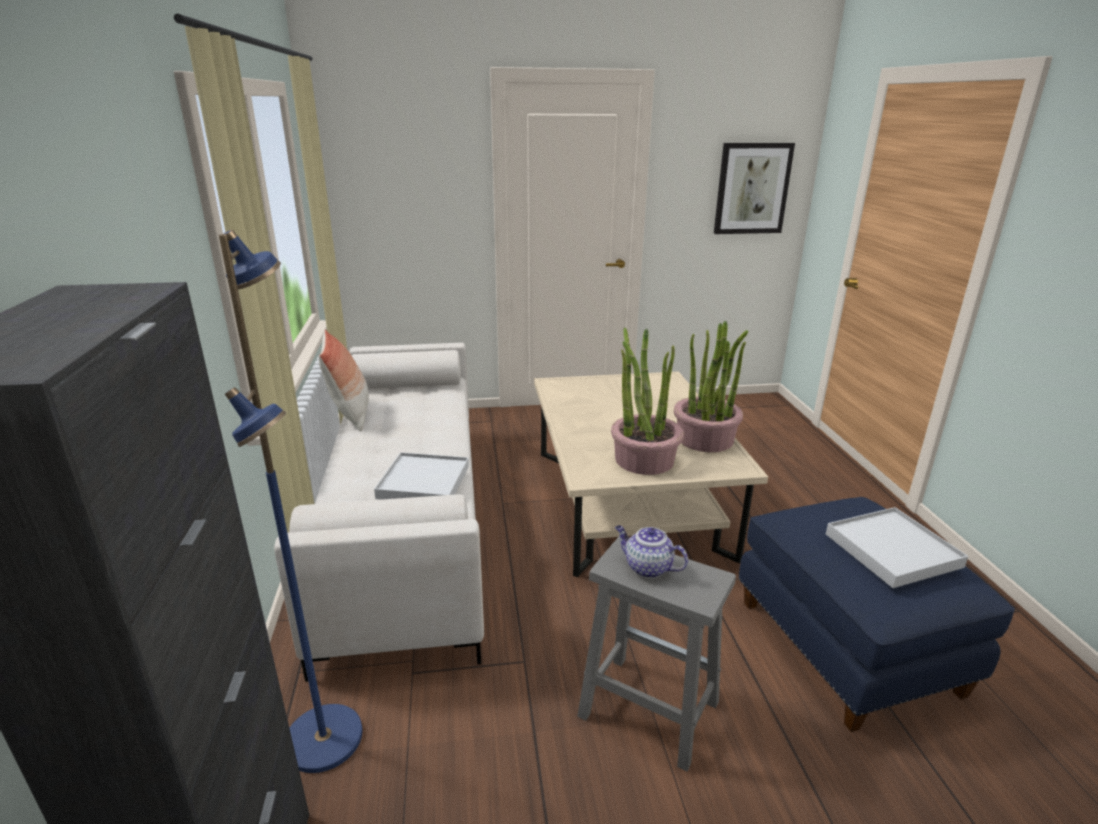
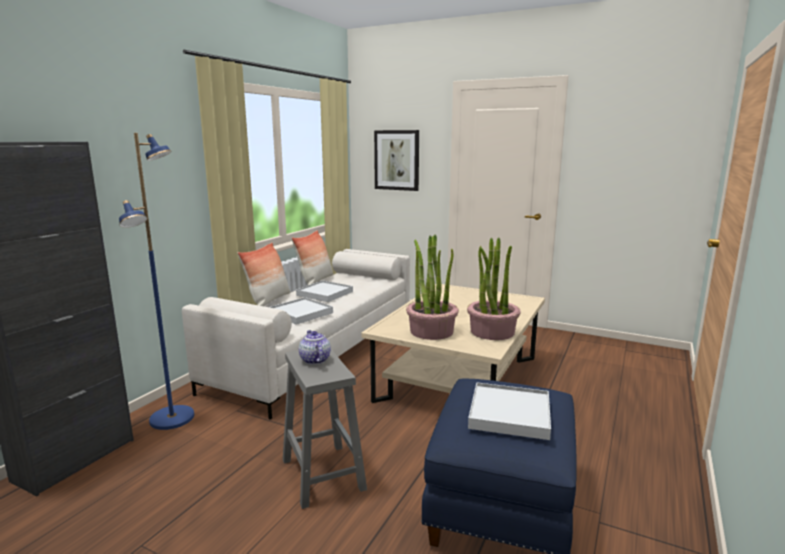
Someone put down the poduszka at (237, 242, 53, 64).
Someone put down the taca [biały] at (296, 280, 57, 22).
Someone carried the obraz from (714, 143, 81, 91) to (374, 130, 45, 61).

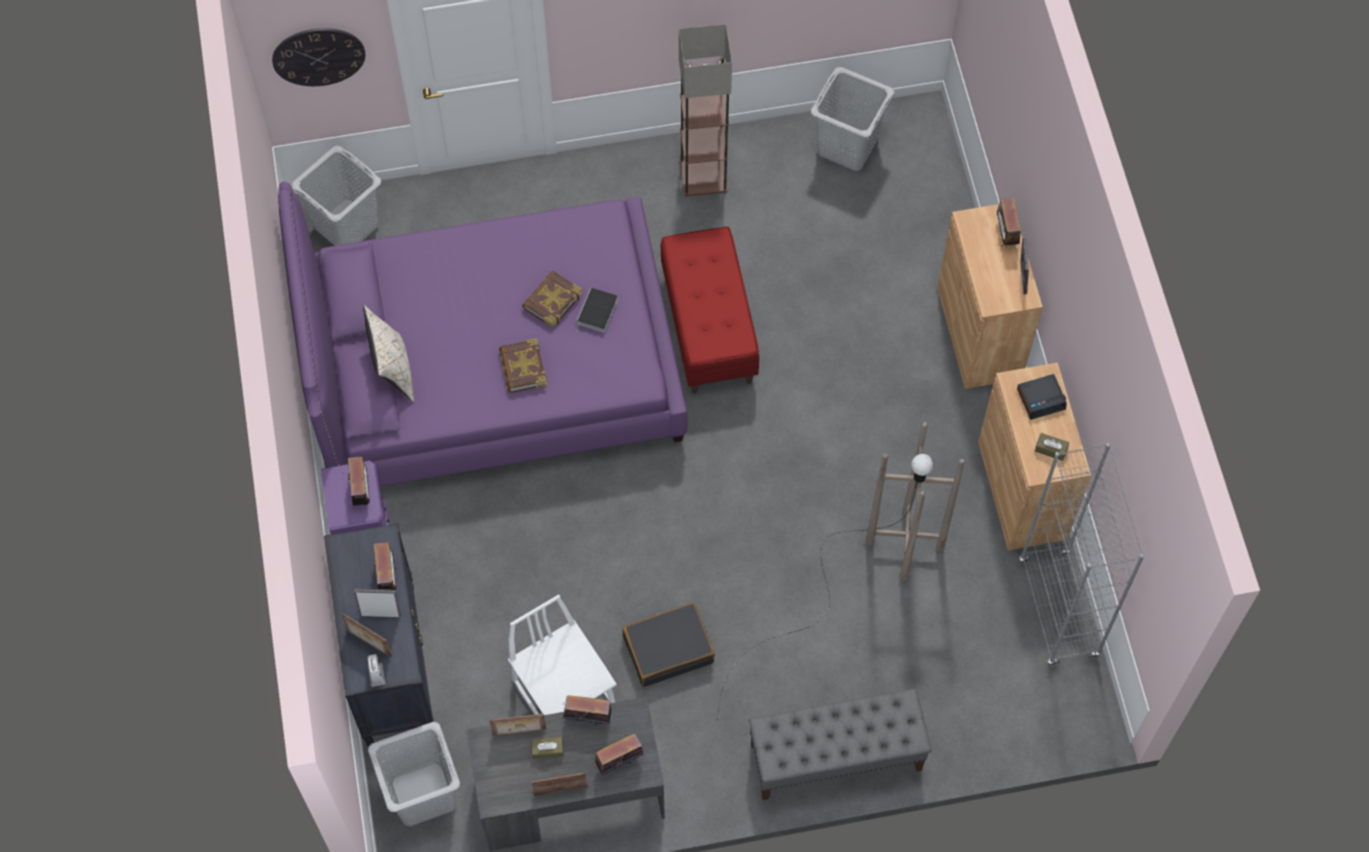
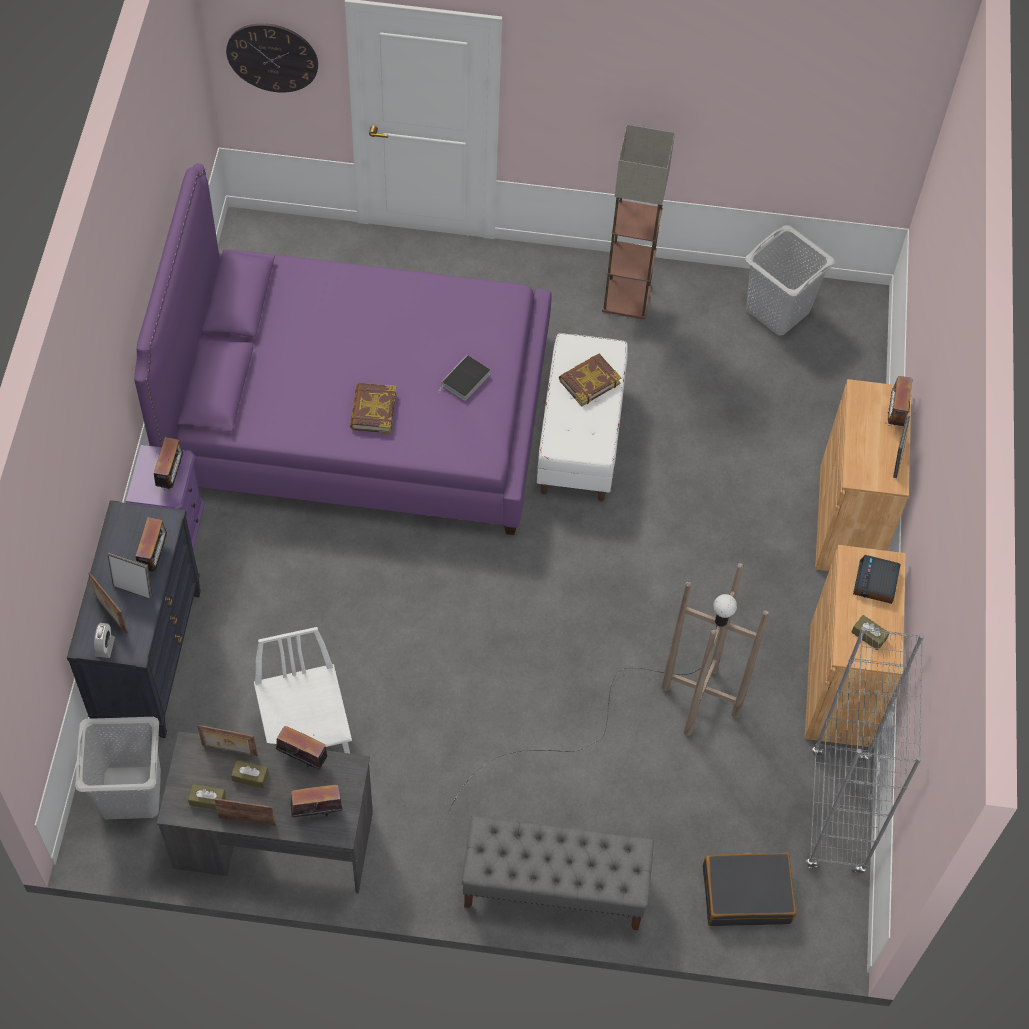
Someone took away the kosz na pranie [szary] at (291, 146, 90, 100).
Someone took away the poduszka [beżowy] at (363, 305, 51, 97).
Someone put down the pudełko chusteczek [brązowy] at (188, 784, 38, 26).
Someone carried the książka from (522, 271, 60, 57) to (559, 354, 63, 53).
Someone carried the walizka [czarny] from (623, 603, 92, 84) to (703, 853, 93, 73).
Someone repainted the ławka [czerwony] at (660, 227, 99, 166), which became the ławka [biały] at (537, 333, 91, 169).
Someone rotated the budzik at (1017, 374, 50, 46) by 105 degrees clockwise.

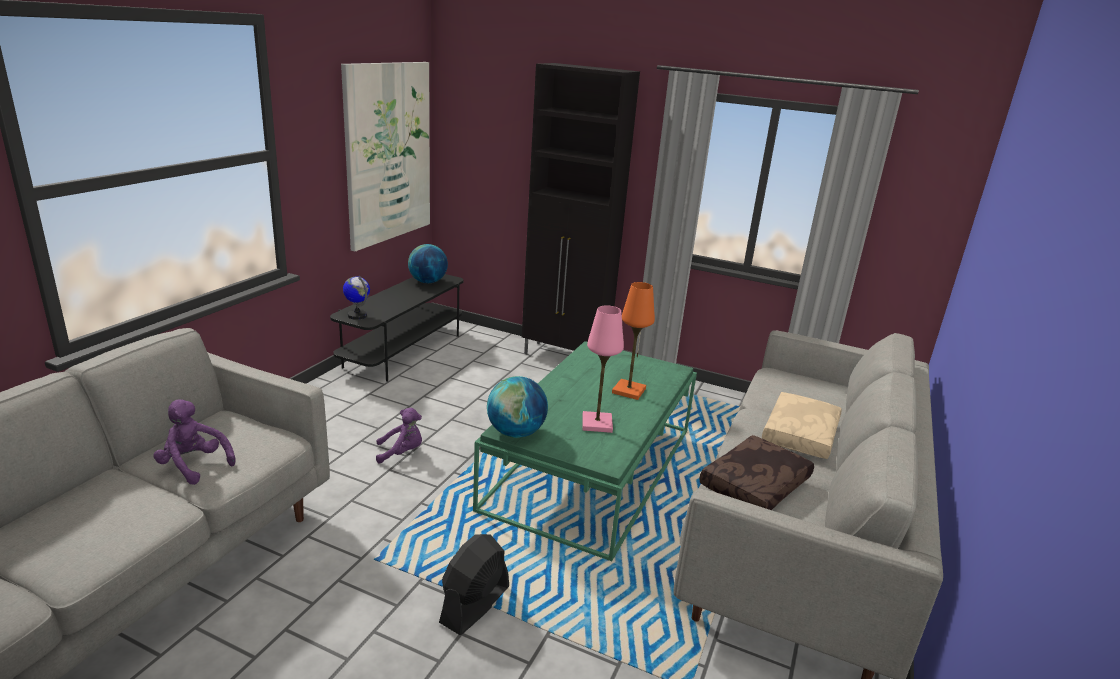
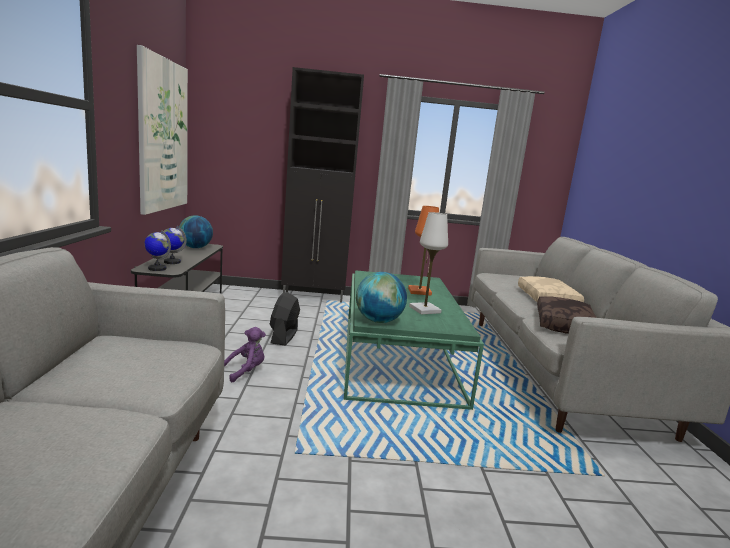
Someone took away the pluszak [fioletowy] at (153, 399, 83, 86).
Someone put down the globus at (164, 226, 23, 38).
Someone carried the wentylator [czarny] from (439, 534, 70, 101) to (270, 292, 30, 54).
Someone repainted the lampa stołowa [różowy] at (582, 305, 42, 128), which became the lampa stołowa [biały] at (409, 212, 39, 102).

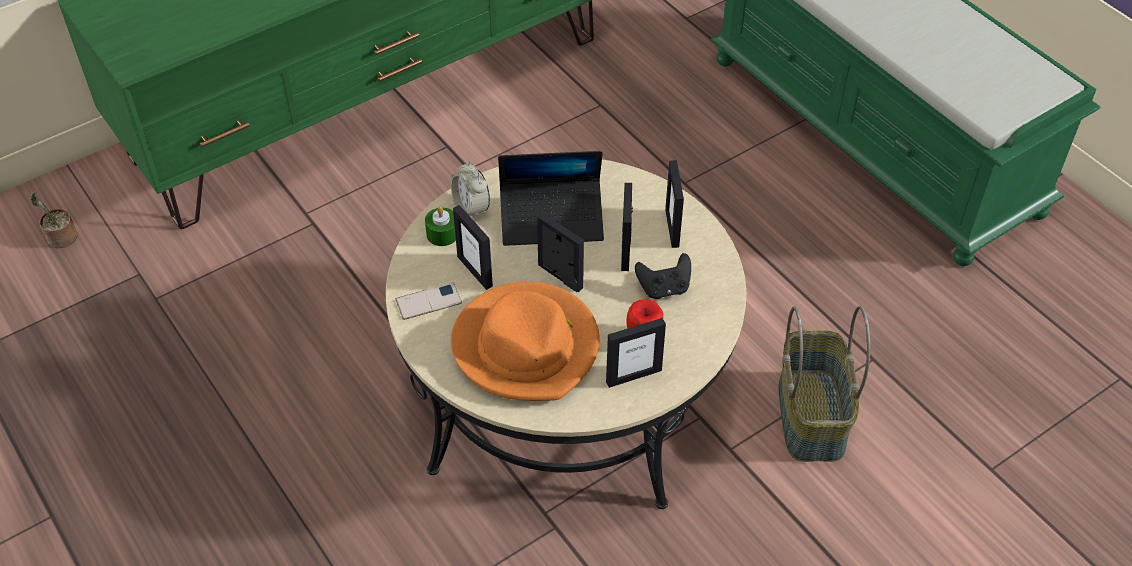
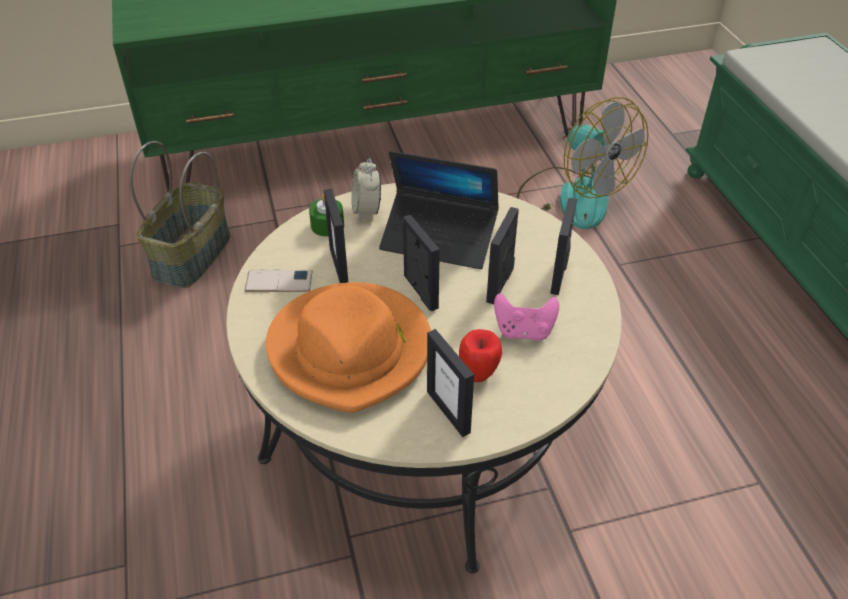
Someone took away the roślina doniczkowa at (30, 192, 48, 56).
Someone put down the wentylator at (516, 97, 132, 132).
Someone carried the koszyk from (778, 306, 92, 156) to (130, 141, 100, 147).
Someone repainted the pad do gier [czarny] at (635, 253, 56, 46), which became the pad do gier [różowy] at (494, 293, 65, 48).
Someone rotated the ramka na zdjęcie at (606, 318, 60, 70) by 60 degrees clockwise.

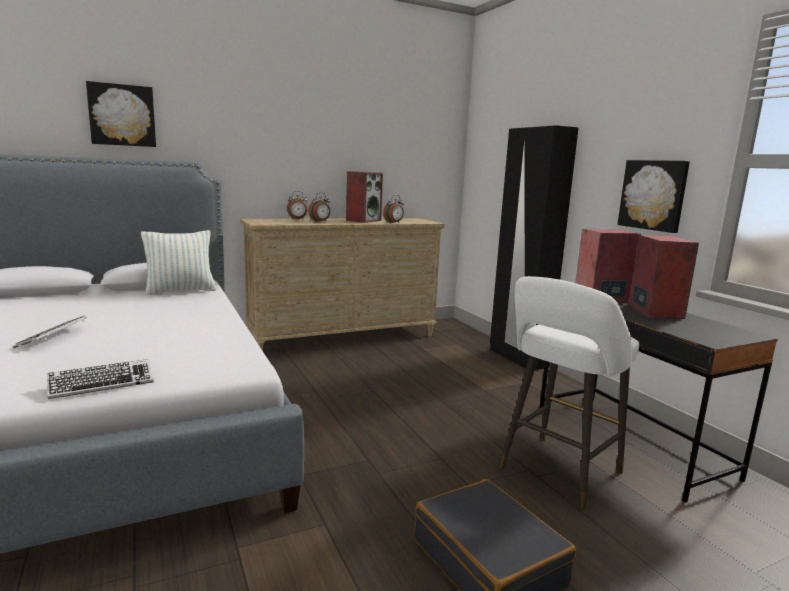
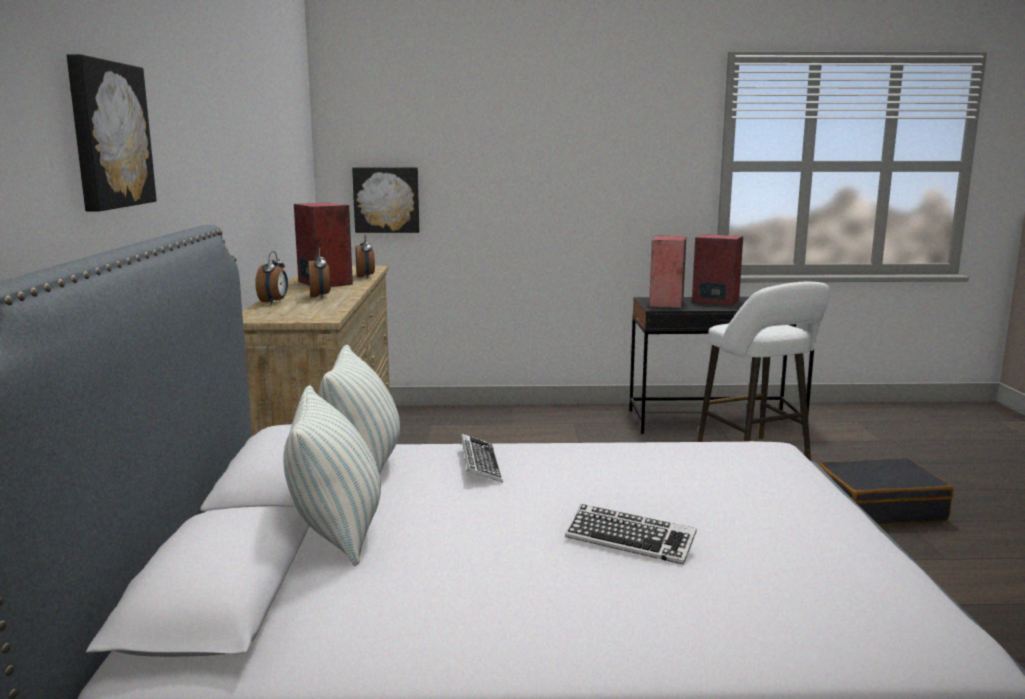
Someone took away the szafa [czarny] at (490, 125, 89, 245).
Someone put down the poduszka at (283, 385, 98, 181).
Someone carried the klawiatura from (47, 359, 107, 40) to (460, 434, 43, 49).
Someone carried the obraz from (617, 160, 73, 73) to (352, 167, 67, 66).

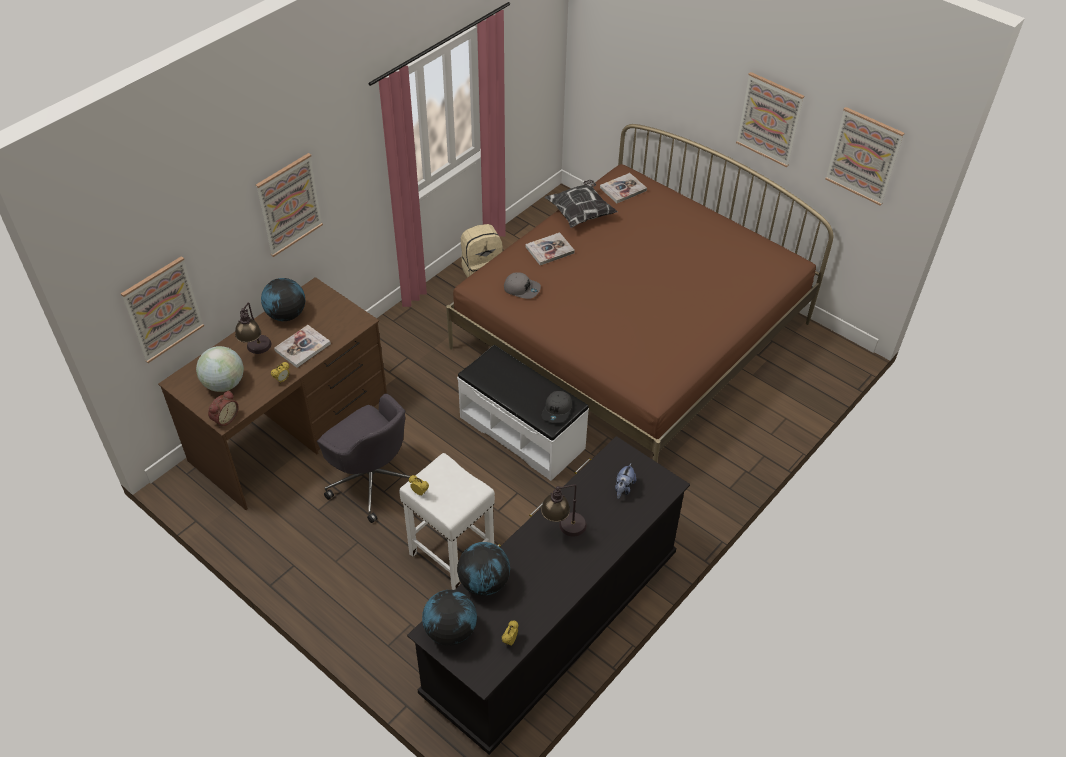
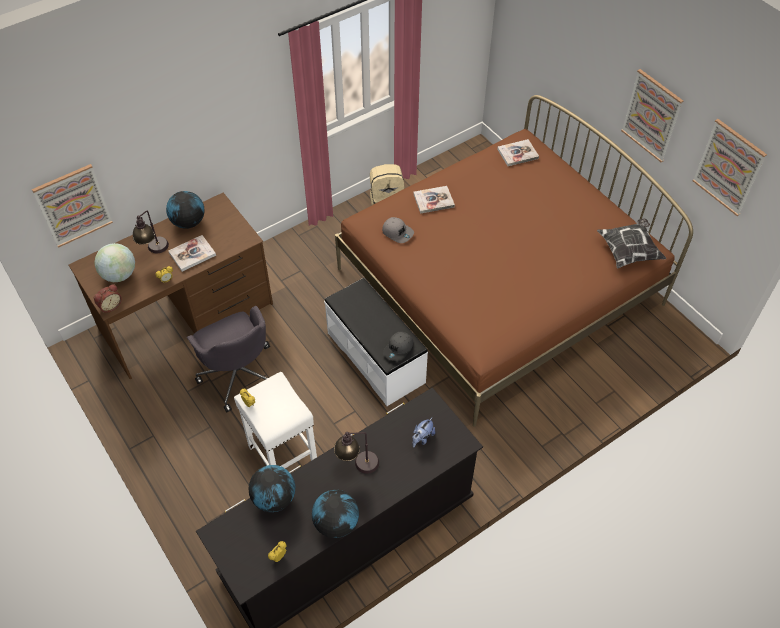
Someone took away the obraz at (256, 153, 67, 104).
Someone carried the globus from (422, 590, 55, 56) to (312, 490, 47, 48).
Someone carried the poduszka from (545, 180, 73, 48) to (597, 219, 69, 50).

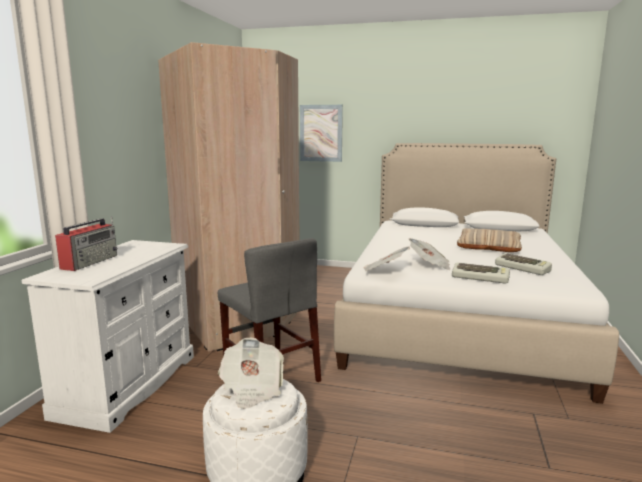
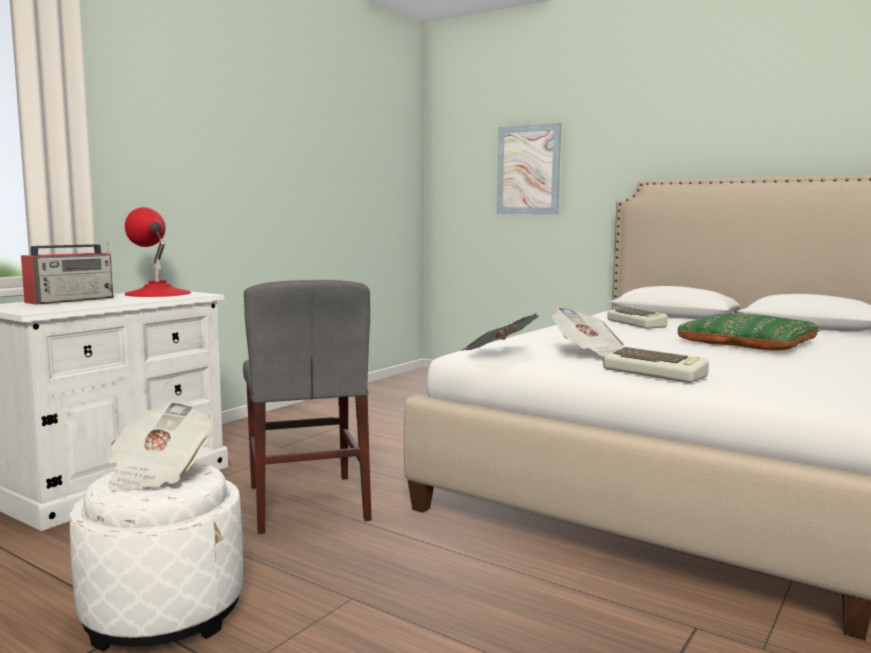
Someone took away the szafa [beżowy] at (158, 42, 141, 309).
Someone put down the lampa stołowa [czerwony] at (124, 207, 67, 90).
Someone carried the klawiatura from (495, 253, 57, 22) to (607, 307, 61, 22).
Someone repainted the poduszka [beżowy] at (457, 228, 65, 24), which became the poduszka [zielony] at (677, 313, 141, 37).

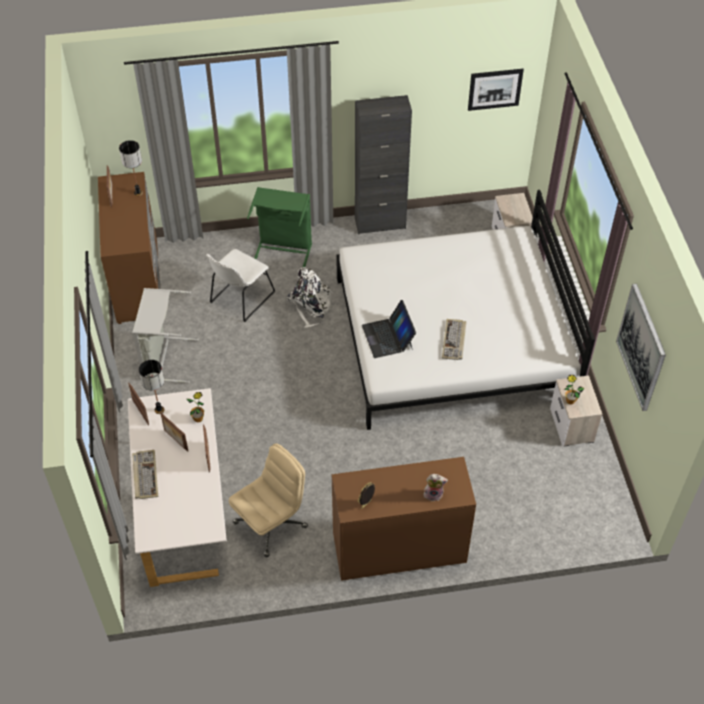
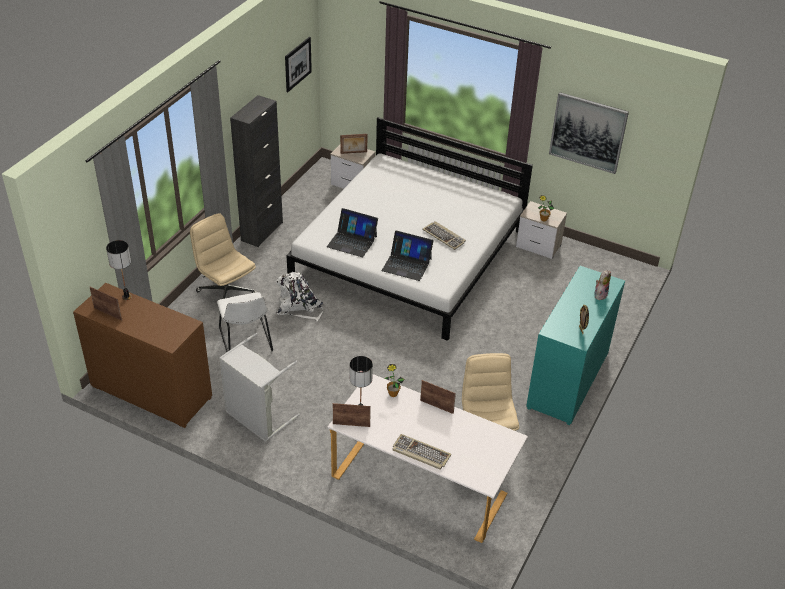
Someone put down the laptop at (327, 208, 51, 49).
Someone carried the ramka na zdjęcie from (160, 412, 28, 39) to (340, 134, 27, 20).
Someone swapped the kosz na pranie [zielony] at (247, 187, 65, 81) for the krzesło biurowe [beżowy] at (190, 213, 67, 99).
Someone repainted the komoda [brązowy] at (332, 457, 144, 124), which became the komoda [turkusowy] at (526, 266, 99, 159).

